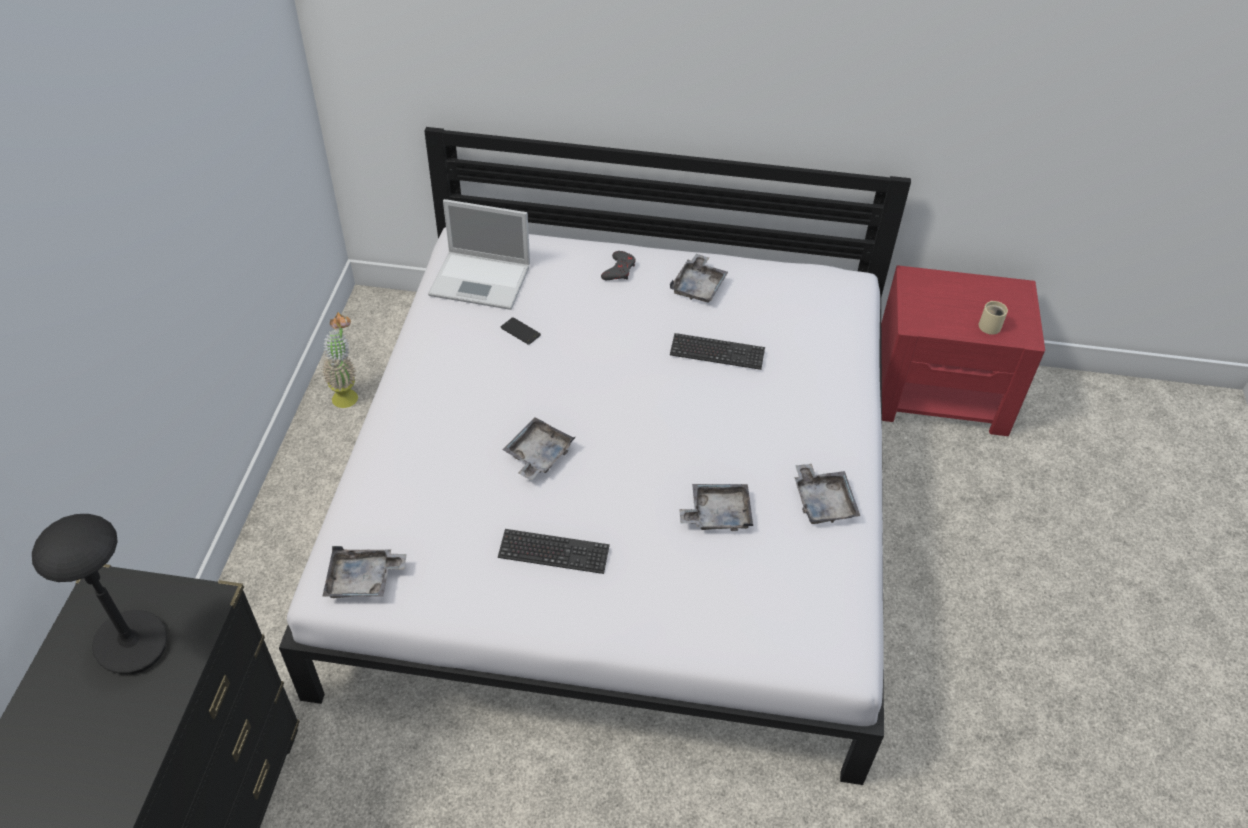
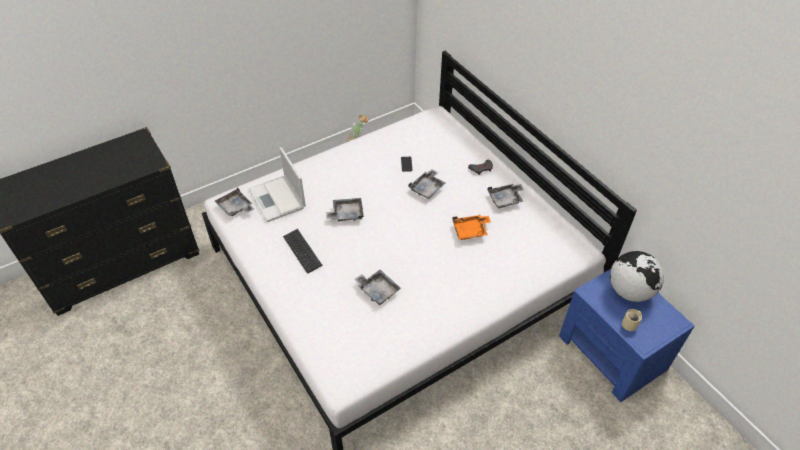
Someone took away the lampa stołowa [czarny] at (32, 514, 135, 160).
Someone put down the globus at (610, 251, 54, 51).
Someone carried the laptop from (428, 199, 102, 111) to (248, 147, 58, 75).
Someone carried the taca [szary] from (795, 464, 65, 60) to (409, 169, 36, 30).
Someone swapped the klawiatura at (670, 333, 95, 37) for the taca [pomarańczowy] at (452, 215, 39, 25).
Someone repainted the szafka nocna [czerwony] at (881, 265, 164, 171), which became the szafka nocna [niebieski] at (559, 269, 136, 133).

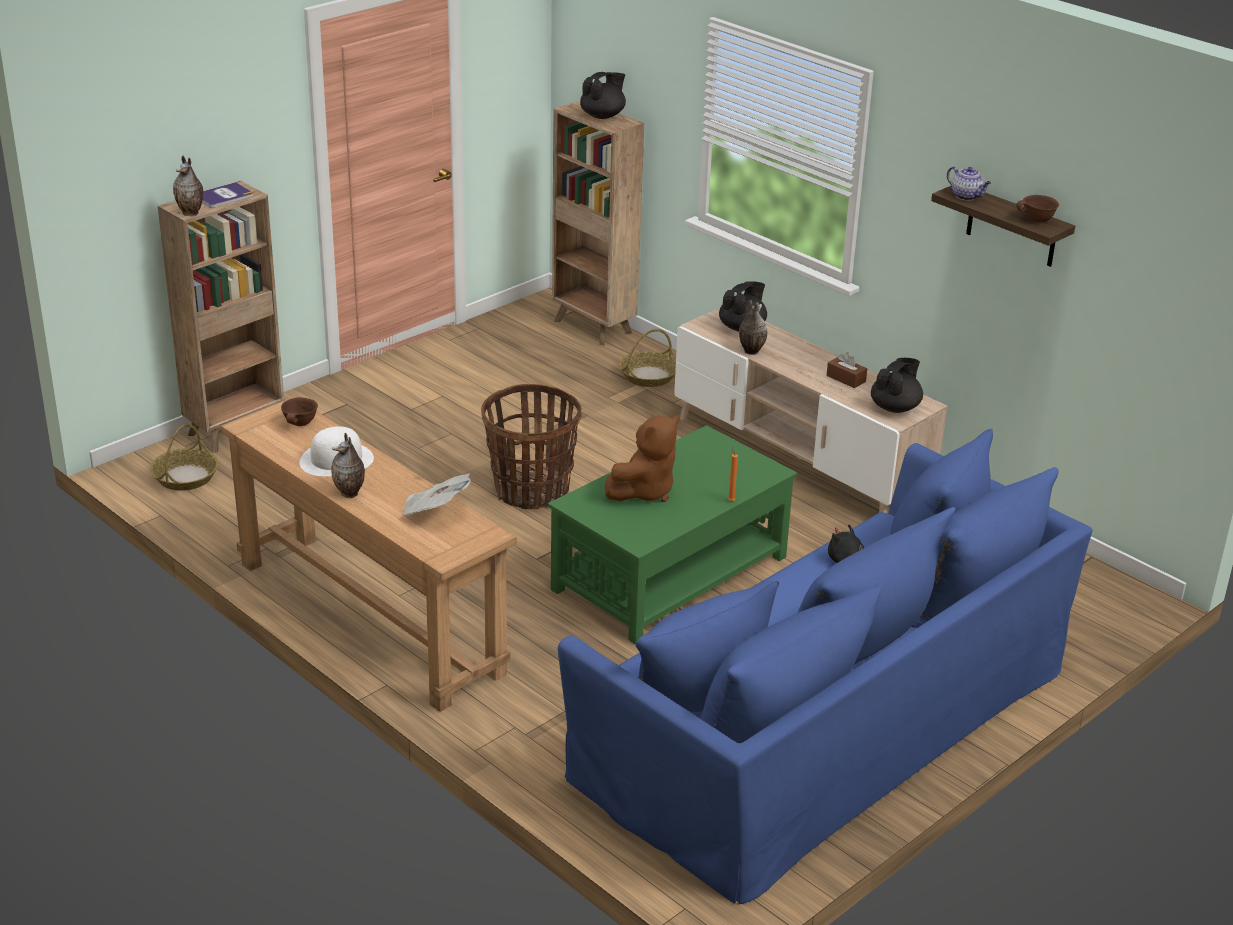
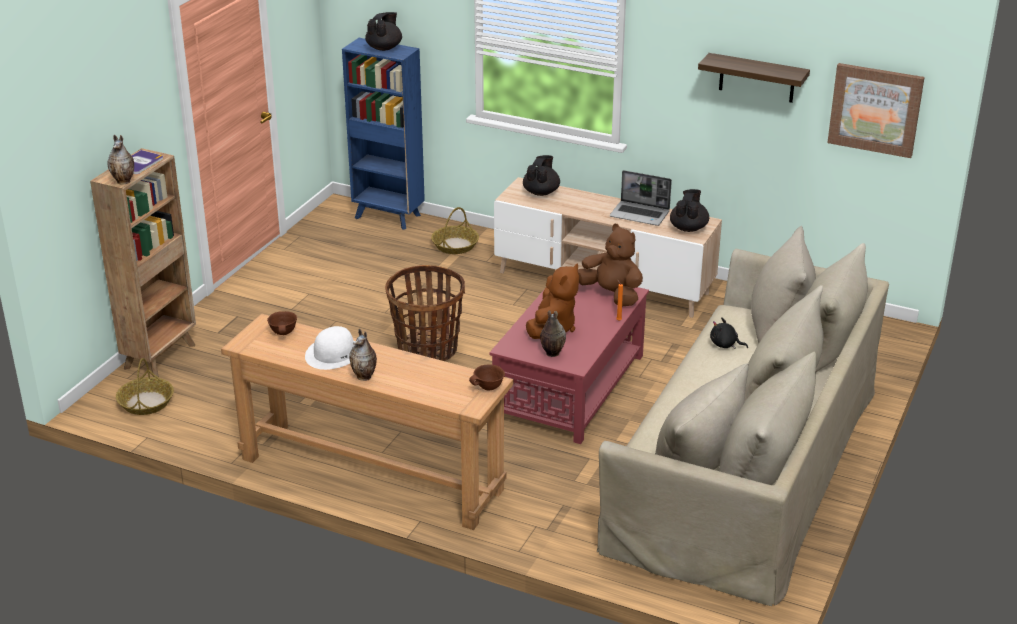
Someone took away the gazeta at (401, 474, 70, 42).
Someone took away the imbryk at (947, 167, 44, 34).
Someone put down the pluszak [brązowy] at (578, 224, 65, 82).
Someone put up the obraz at (827, 63, 98, 95).
Someone carried the wazon from (739, 300, 29, 55) to (540, 310, 26, 47).
Someone carried the miska [brązowy] from (1016, 195, 43, 28) to (469, 364, 36, 26).
Someone swapped the pudełko chusteczek [brązowy] at (826, 352, 41, 36) for the laptop at (610, 170, 62, 56).
Someone repainted the ława [zielony] at (548, 425, 249, 220), which became the ława [czerwony] at (489, 282, 160, 162).
Someone repainted the regał [brązowy] at (552, 101, 92, 244), which became the regał [niebieski] at (342, 38, 83, 192).
Someone repainted the kanapa [niebieski] at (558, 428, 535, 476), which became the kanapa [beżowy] at (597, 226, 292, 380).

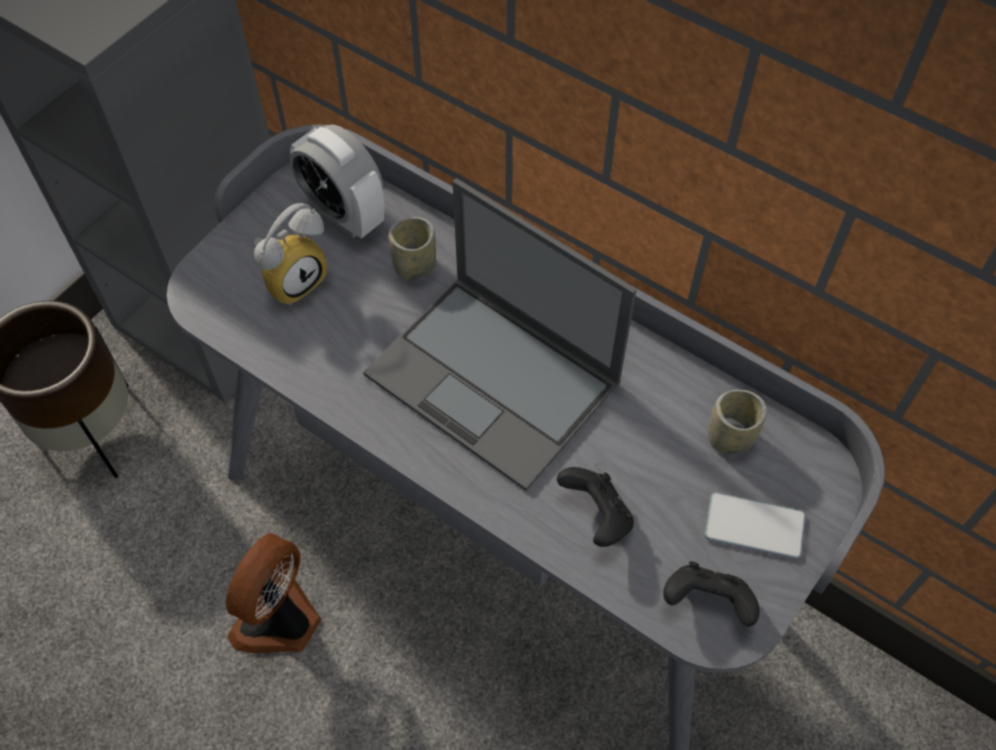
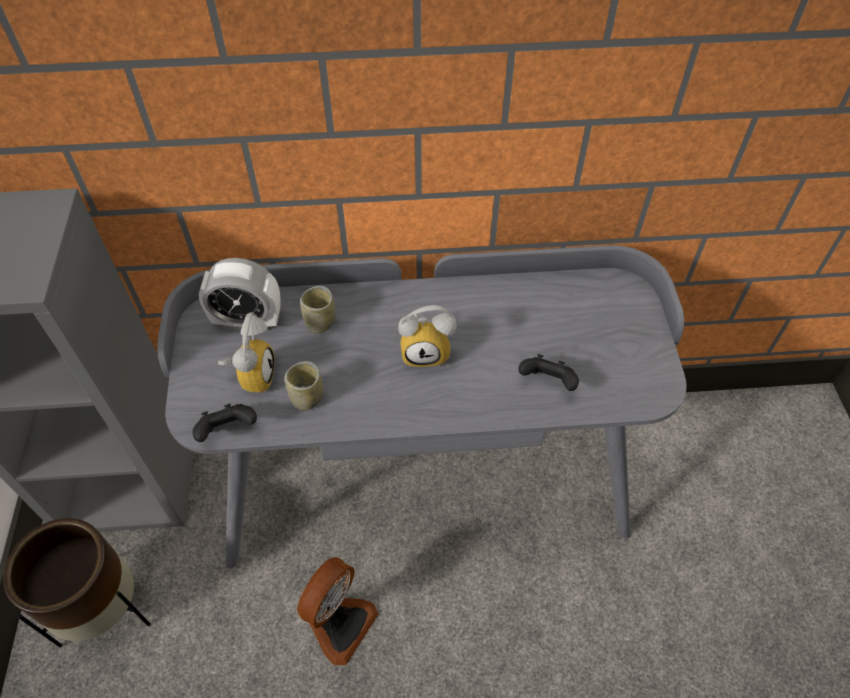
Someone took away the telefon at (704, 492, 102, 67).
Someone carried the pad do gier [czarny] from (663, 561, 97, 65) to (193, 404, 64, 38).
Someone carried the filiżanka from (708, 390, 59, 64) to (284, 361, 39, 49).
Someone swapped the laptop at (363, 178, 274, 313) for the budzik at (398, 305, 59, 62).
Someone rotated the wentylator at (226, 533, 95, 120) by 135 degrees counterclockwise.

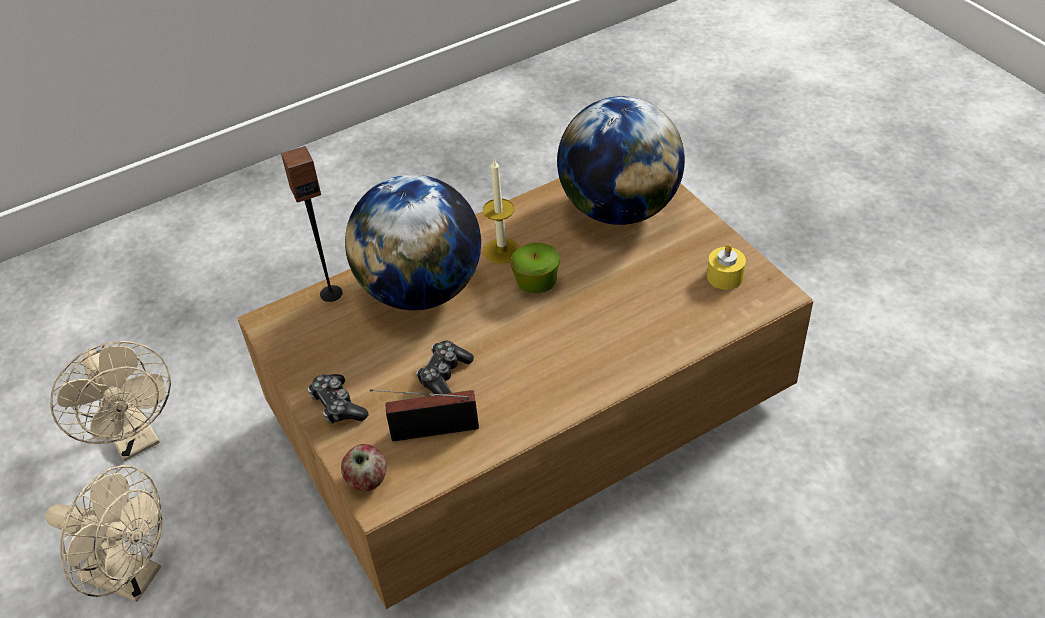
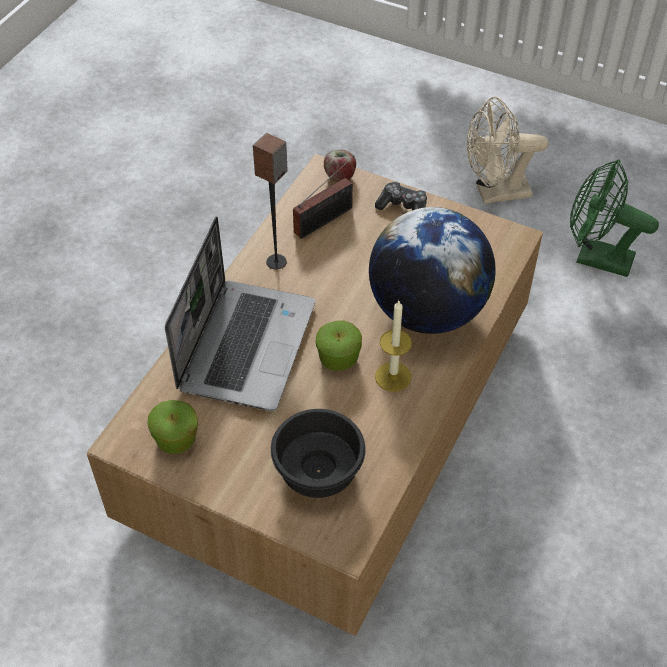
Someone took away the pad do gier at (416, 341, 58, 53).
Someone put down the laptop at (165, 217, 150, 194).
Someone carried the głośnik from (281, 146, 62, 156) to (253, 133, 35, 137).
Someone swapped the globus at (557, 96, 128, 129) for the miska [czarny] at (271, 409, 95, 89).
Someone swapped the świeca [żółty] at (707, 244, 39, 46) for the jabłko at (147, 400, 51, 54).
Someone repainted the wentylator [beżowy] at (50, 341, 121, 120), which became the wentylator [zielony] at (570, 160, 89, 117).

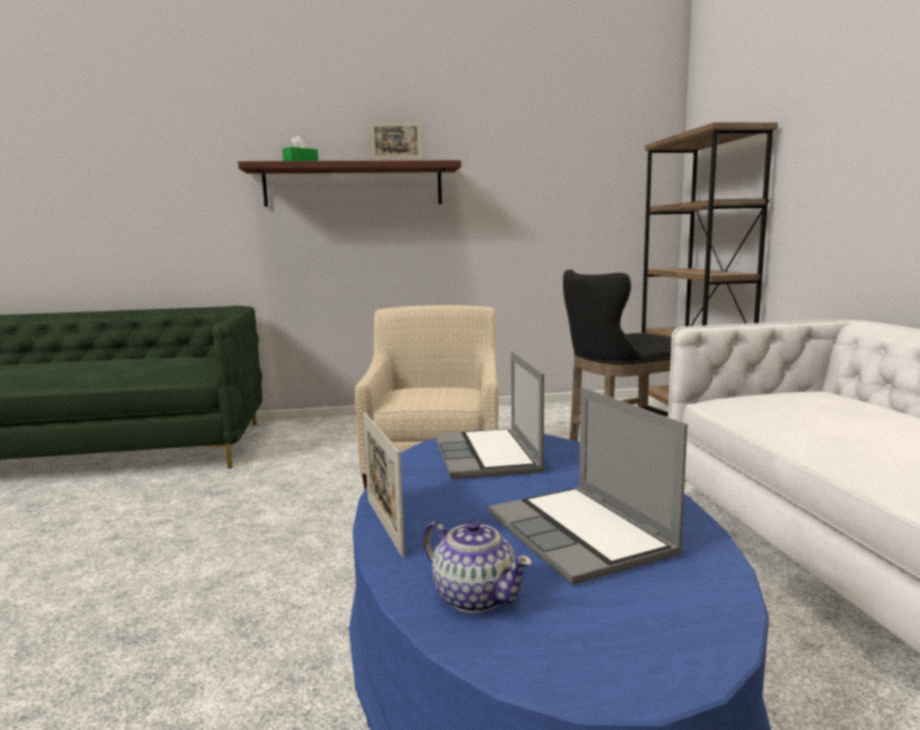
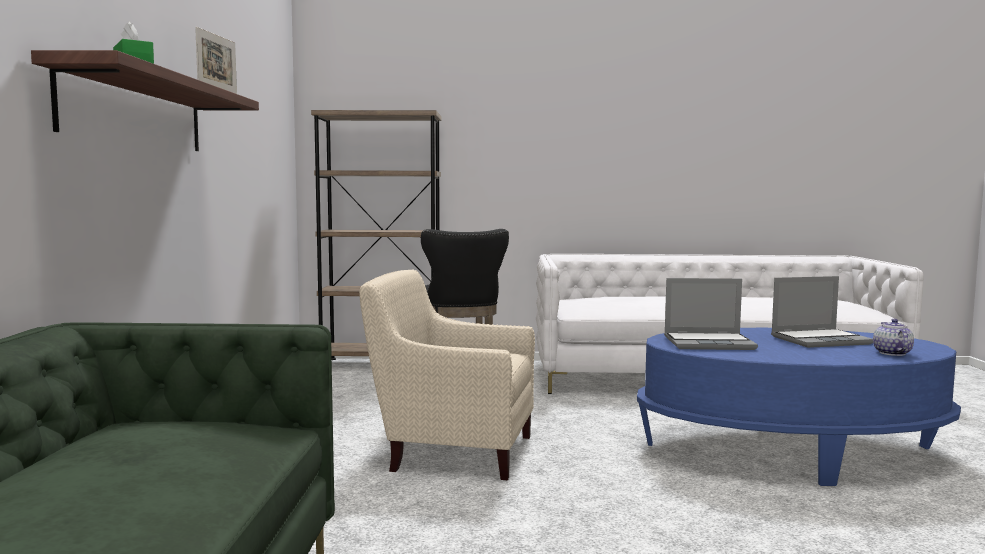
Someone took away the ramka na zdjęcie at (363, 412, 42, 146).
Someone rotated the imbryk at (423, 520, 110, 93) by 45 degrees counterclockwise.

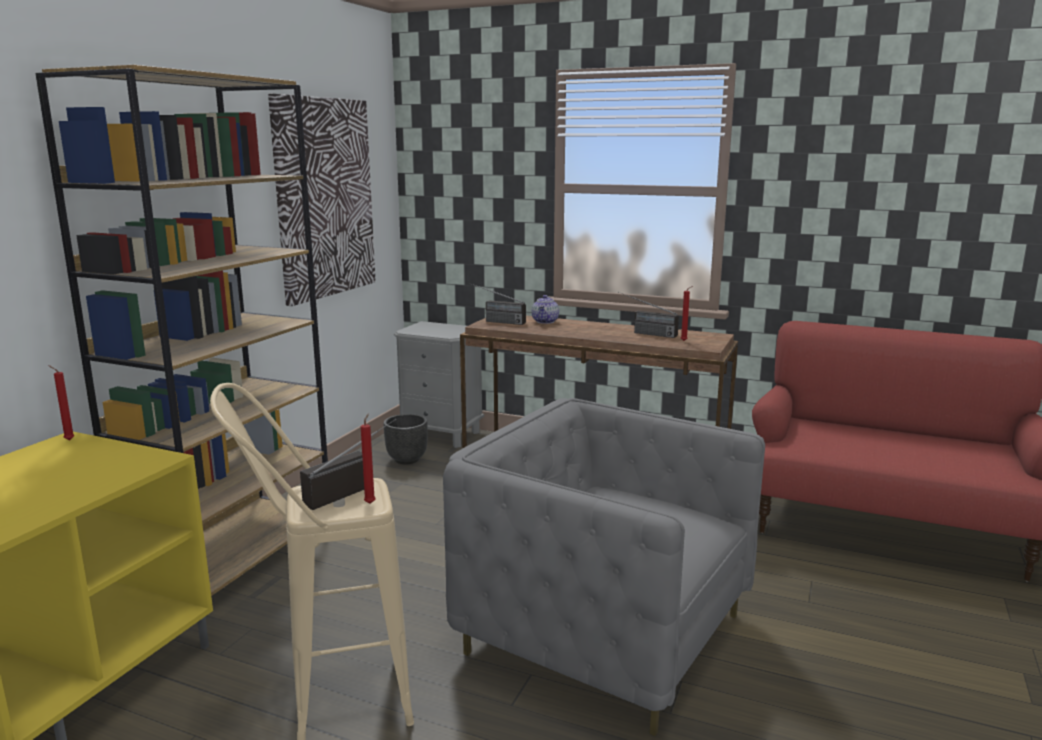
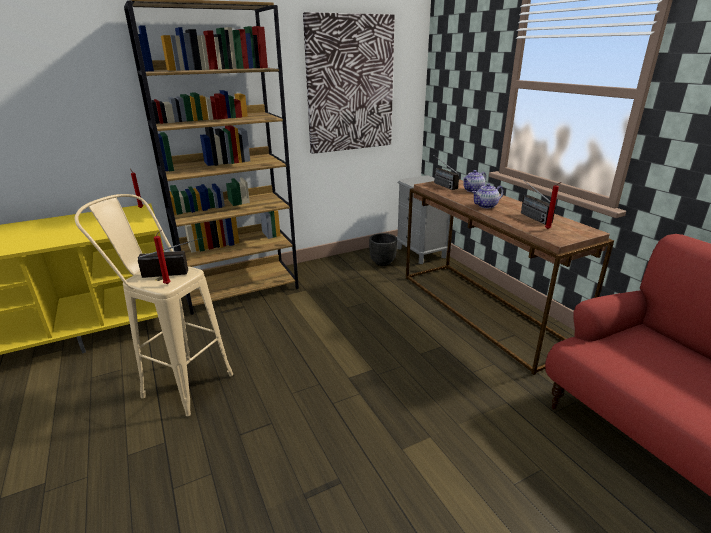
Someone took away the fotel [szary] at (443, 398, 322, 338).
Someone put down the imbryk at (472, 183, 32, 25).

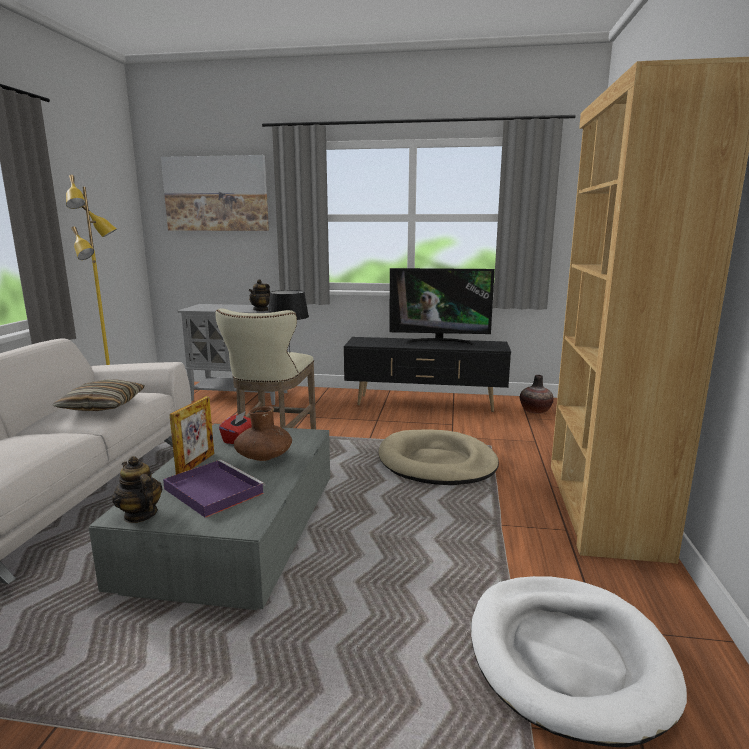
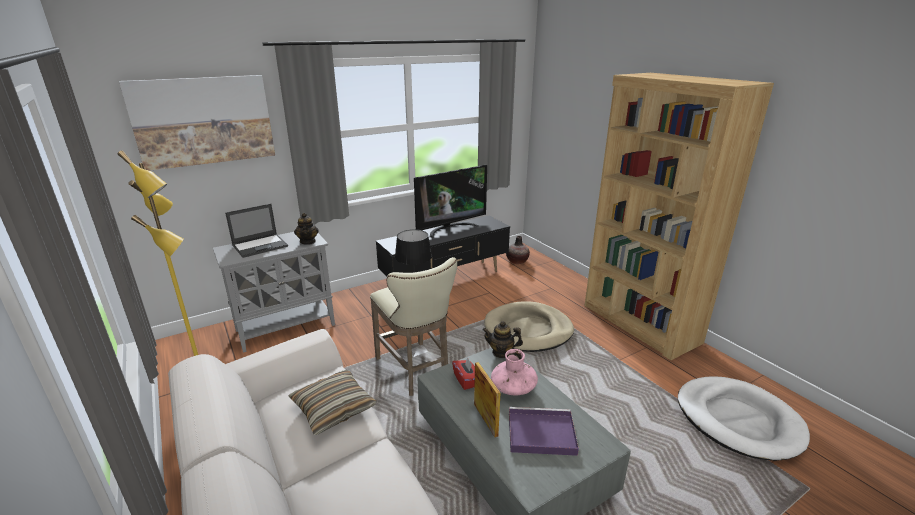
Someone put down the laptop at (225, 204, 63, 54).
Someone carried the imbryk from (112, 456, 50, 67) to (482, 321, 41, 37).
Someone repainted the wazon [brązowy] at (234, 406, 58, 55), which became the wazon [różowy] at (491, 349, 47, 46).

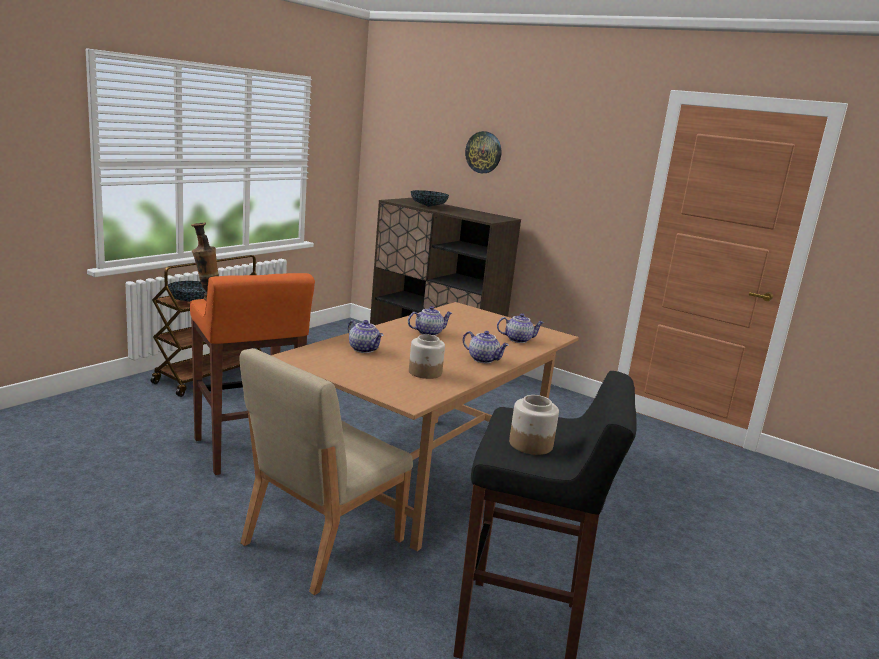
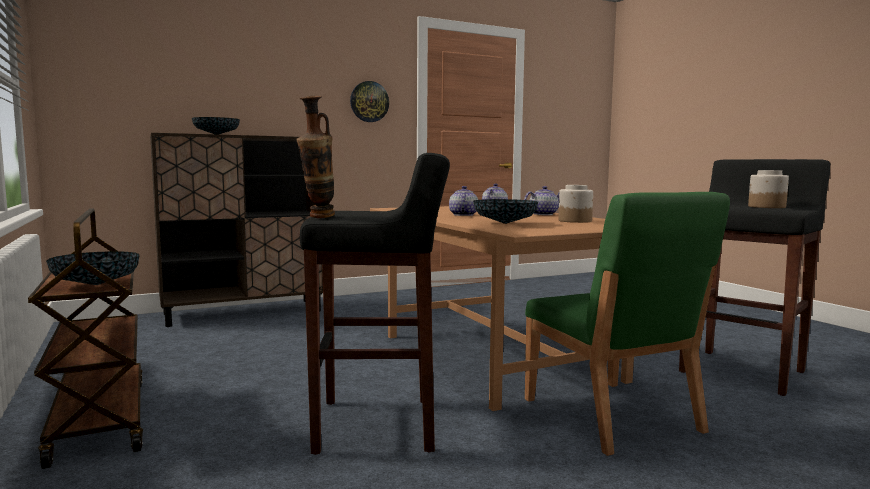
Someone carried the zegar ścienny from (465, 131, 36, 42) to (350, 81, 39, 41).
Someone swapped the imbryk at (348, 320, 35, 33) for the miska at (473, 199, 65, 25).
Someone repainted the stołek [pomarańczowy] at (190, 273, 125, 202), which became the stołek [czarny] at (300, 153, 150, 302).
Someone repainted the krzesło [beżowy] at (240, 348, 173, 247), which became the krzesło [zielony] at (525, 192, 205, 264).

